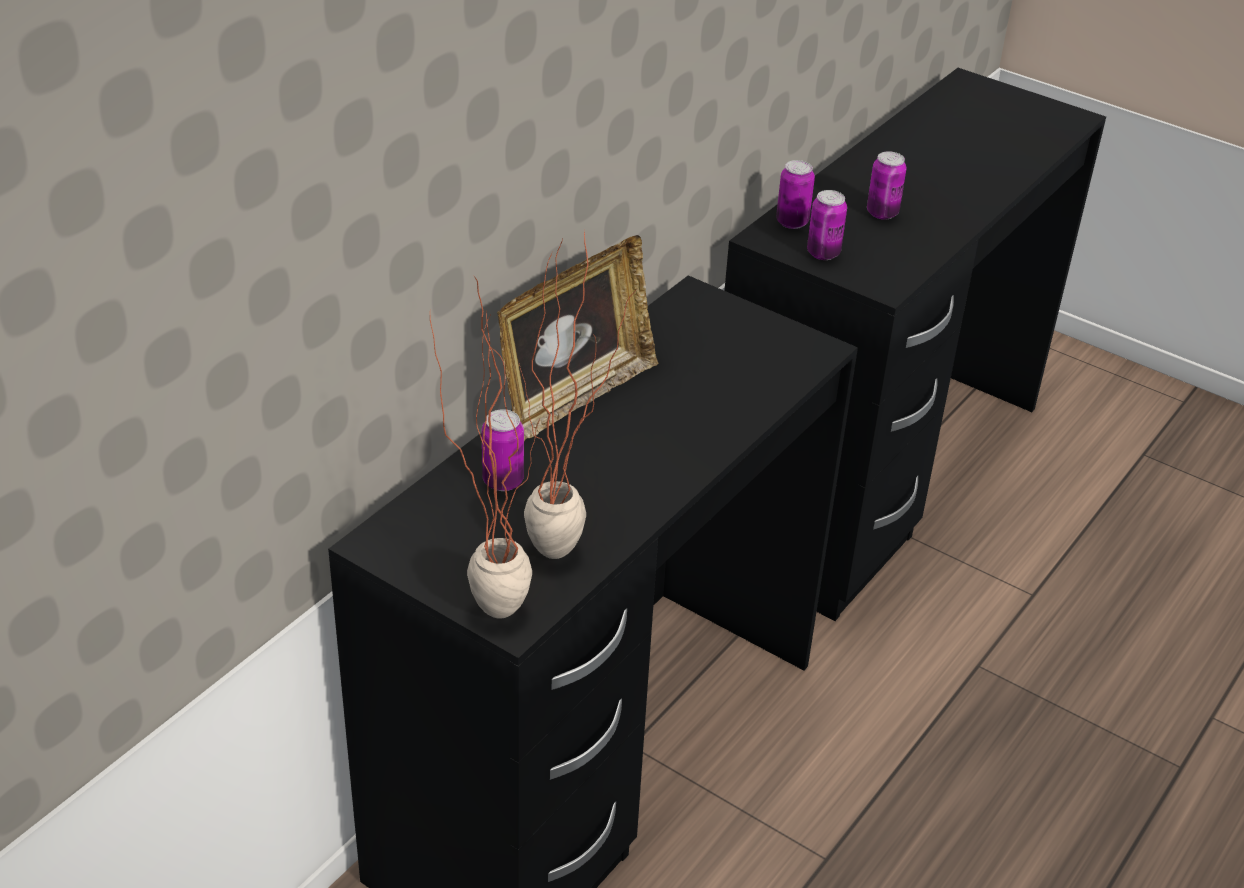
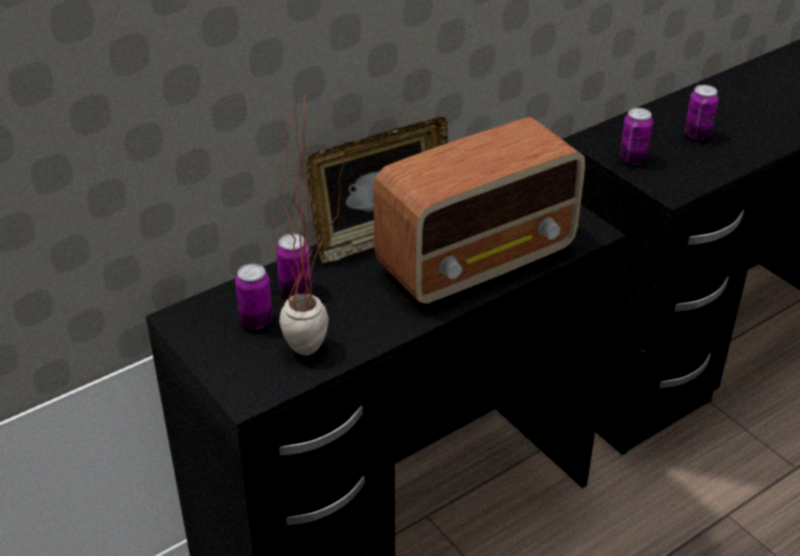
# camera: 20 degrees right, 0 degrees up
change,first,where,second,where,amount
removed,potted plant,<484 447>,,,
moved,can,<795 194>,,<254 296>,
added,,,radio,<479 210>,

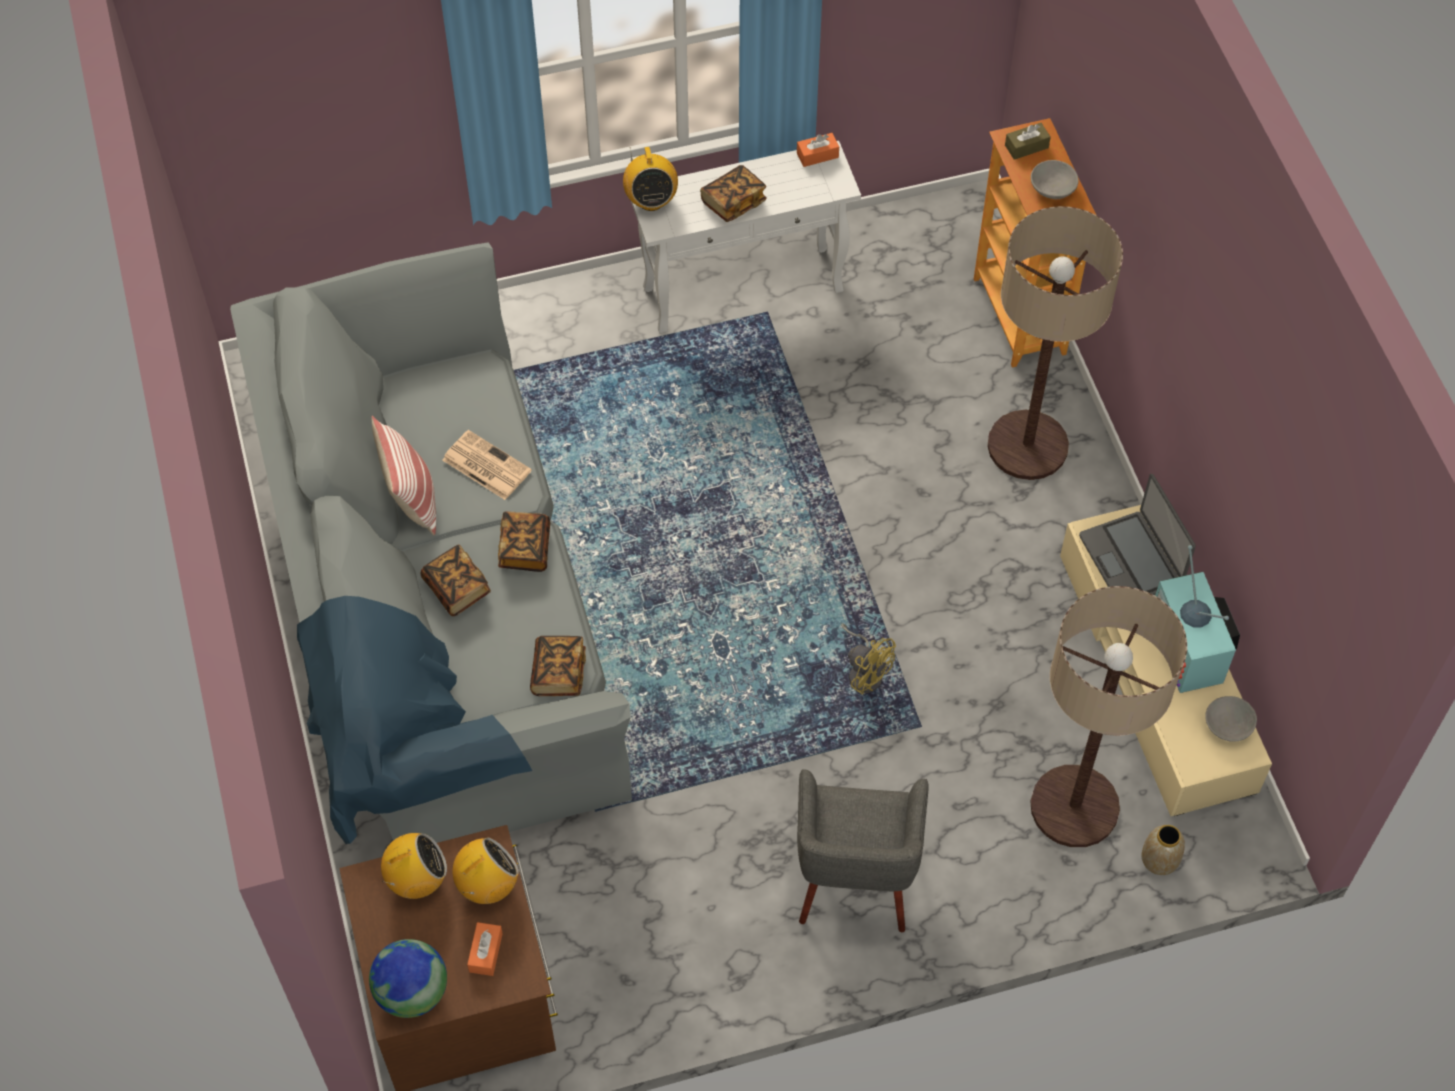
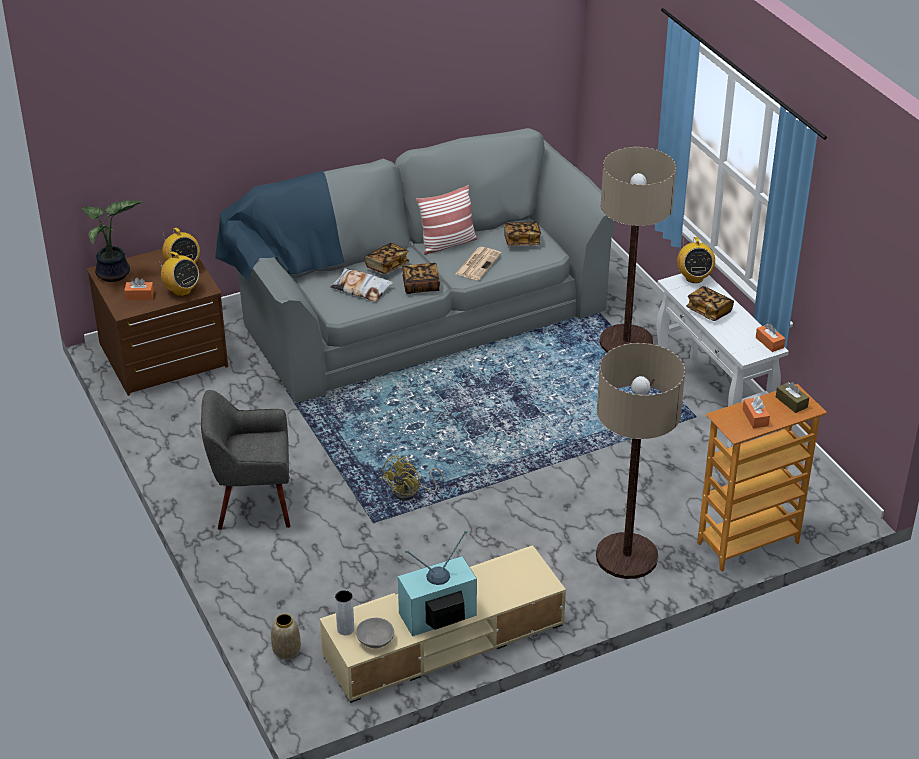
# camera: 80 degrees right, 20 degrees down
change,first,where,second,where,amount
replaced,globe,<408 978>,potted plant,<112 241>,
moved,book,<558 666>,,<522 234>,
turned,radio,<650 179>,,<696 260>,75 degrees counterclockwise
moved,floor lamp,<1108 716>,,<638 249>,
replaced,bowl (grey),<1055 179>,tissue box (orange),<756 411>,
removed,laptop,<1137 534>,,,
added,,,pillow,<361 285>,
added,,,vase (grey),<344 612>,

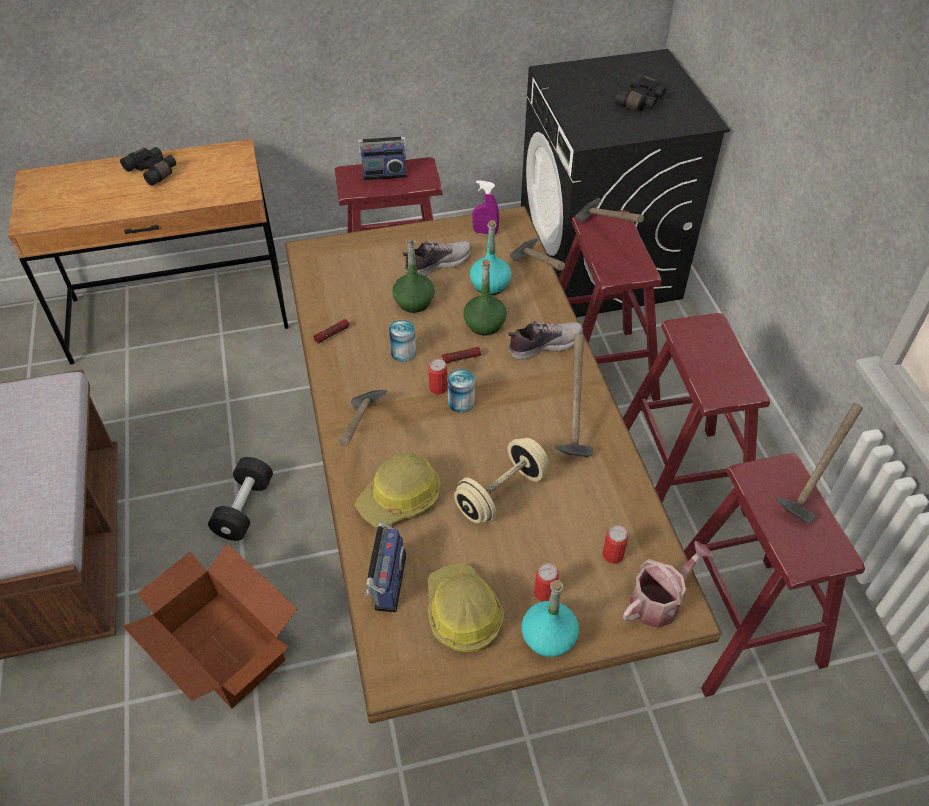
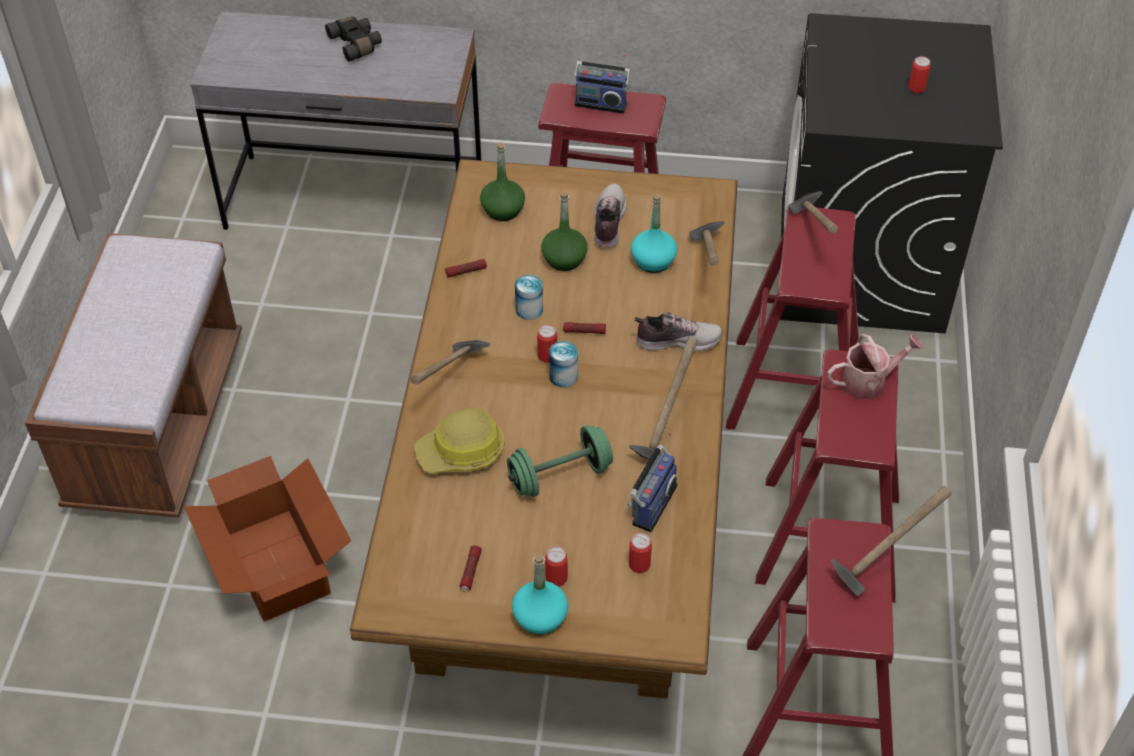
# camera: 20 degrees right, 0 degrees up
change,first,where,second,where,amount
recoloured,desk (brown),<148 251>,desk (grey),<336 120>,
removed,dumbbell (black),<240 499>,,,
moved,radio,<385 560>,,<652 482>,
turned,shoe,<437 258>,,<610 215>,75 degrees counterclockwise
replaced,hard hat,<465 607>,flashlight,<471 568>,
recoloured,dumbbell (beige),<501 480>,dumbbell (green),<560 461>,
moved,bottle (green),<485 297>,,<502 181>,
removed,spray bottle (purple),<485 207>,,,
replaced,binoculars (black),<640 92>,can,<919 74>,
moved,watering can,<667 584>,,<875 366>,

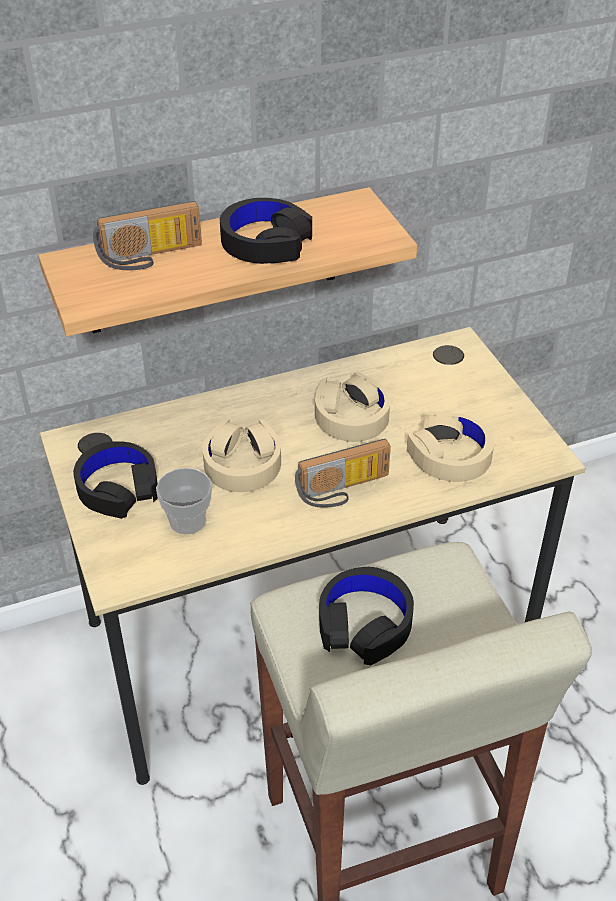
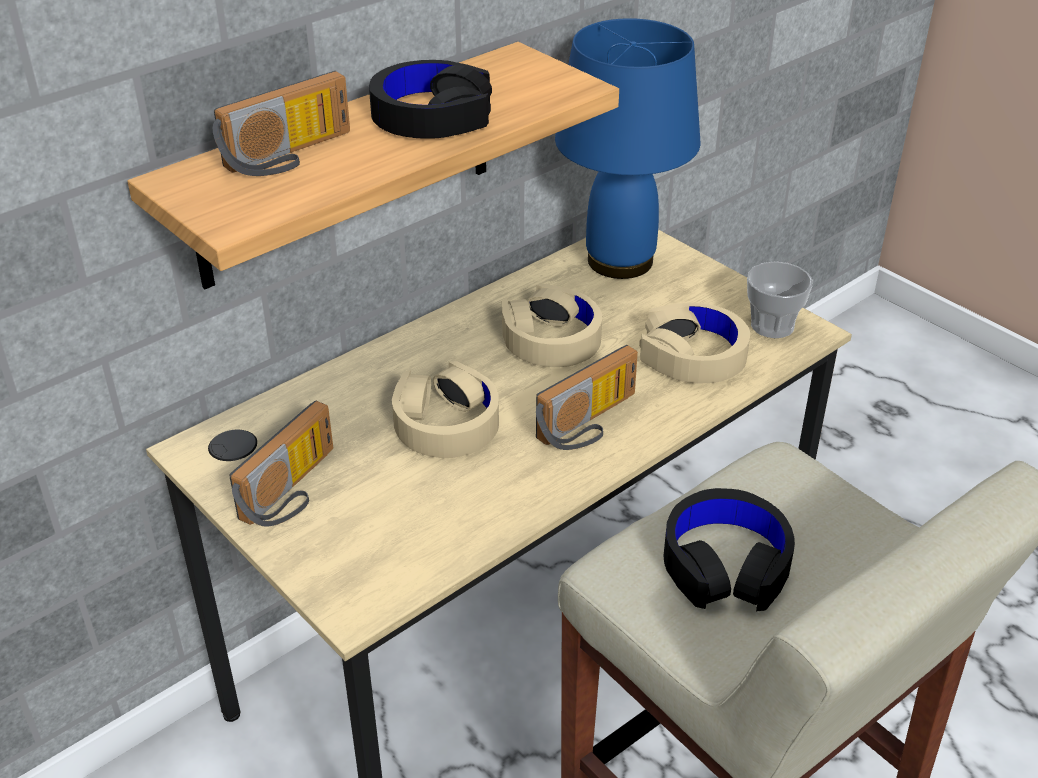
# camera: 20 degrees left, 5 degrees down
change,first,where,second,where,amount
replaced,headphones (black),<115 480>,radio,<281 463>,
moved,cup,<184 501>,,<780 299>,
added,,,table lamp (blue),<628 148>,

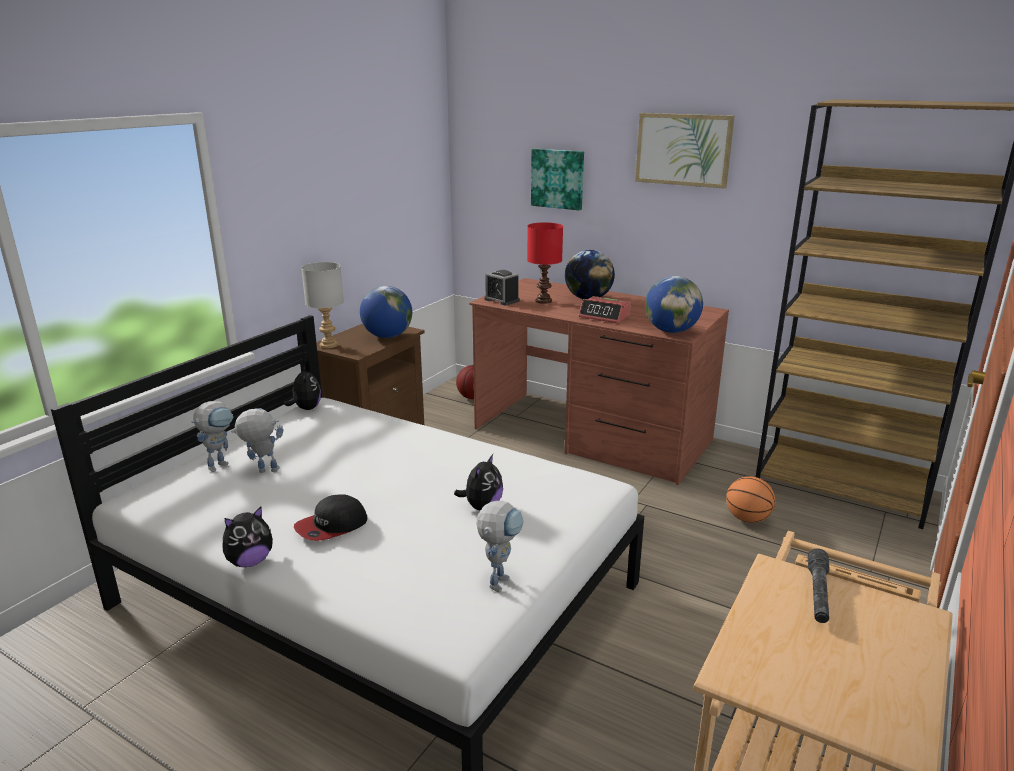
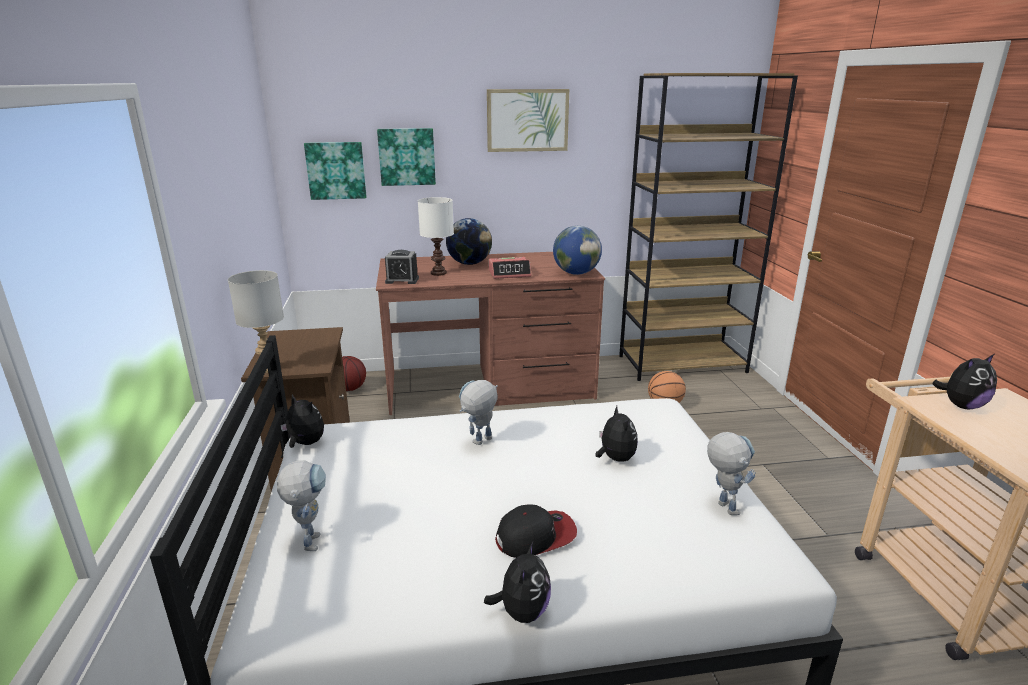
# camera: 40 degrees left, 0 degrees up
change,first,where,second,where,amount
moved,toy robot,<257 440>,,<478 412>,
turned,cap,<330 517>,,<536 531>,120 degrees counterclockwise
removed,globe,<386 312>,,,
recoloured,table lamp (red),<545 263>,table lamp (white),<436 236>,
replaced,flashlight (grey),<818 585>,plush toy,<964 381>,
added,,,picture,<335 171>,

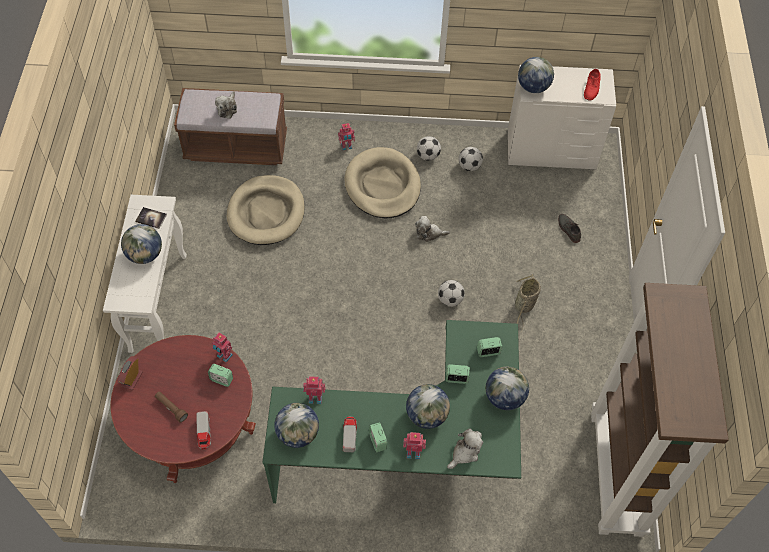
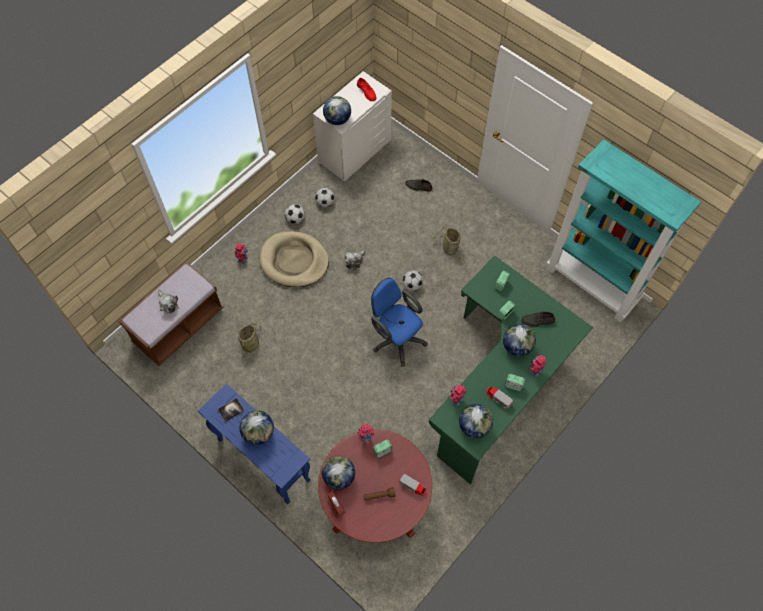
# camera: 50 degrees left, 5 degrees up
change,first,where,second,where,amount
recoloured,console table (white),<145 274>,console table (blue),<254 443>,
replaced,dog bed (beige),<266 210>,basket,<249 340>,
removed,plush toy,<465 448>,,,
moved,globe,<507 388>,,<338 472>,
recoloured,bookcase (brown),<660 410>,bookcase (turquoise),<623 230>,
added,,,office chair (blue),<399 322>,
added,,,shoe (grey),<538 319>,

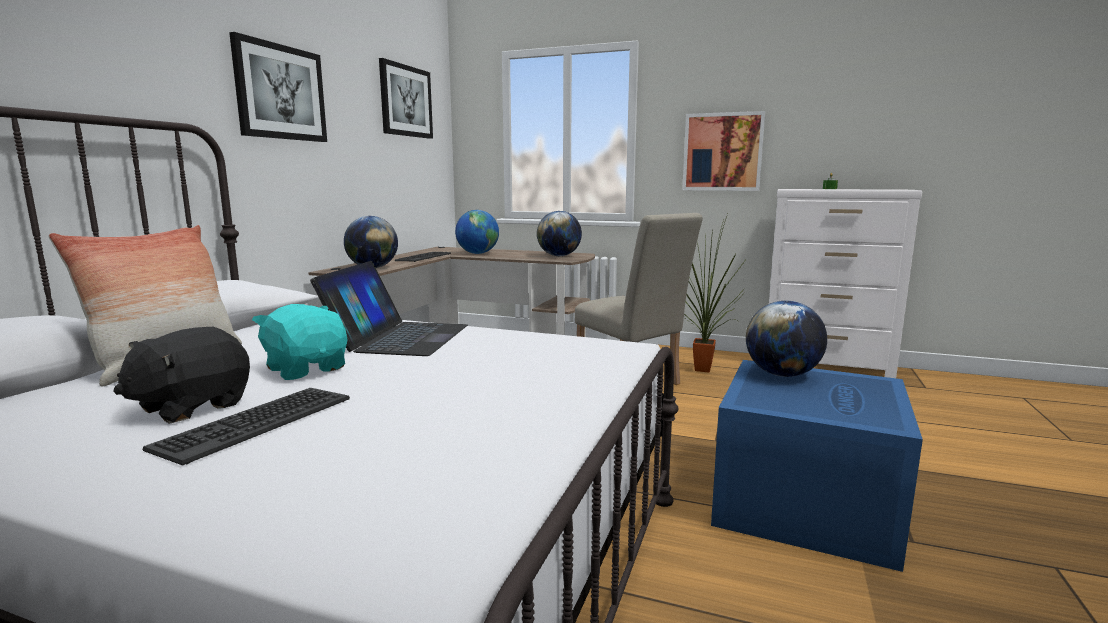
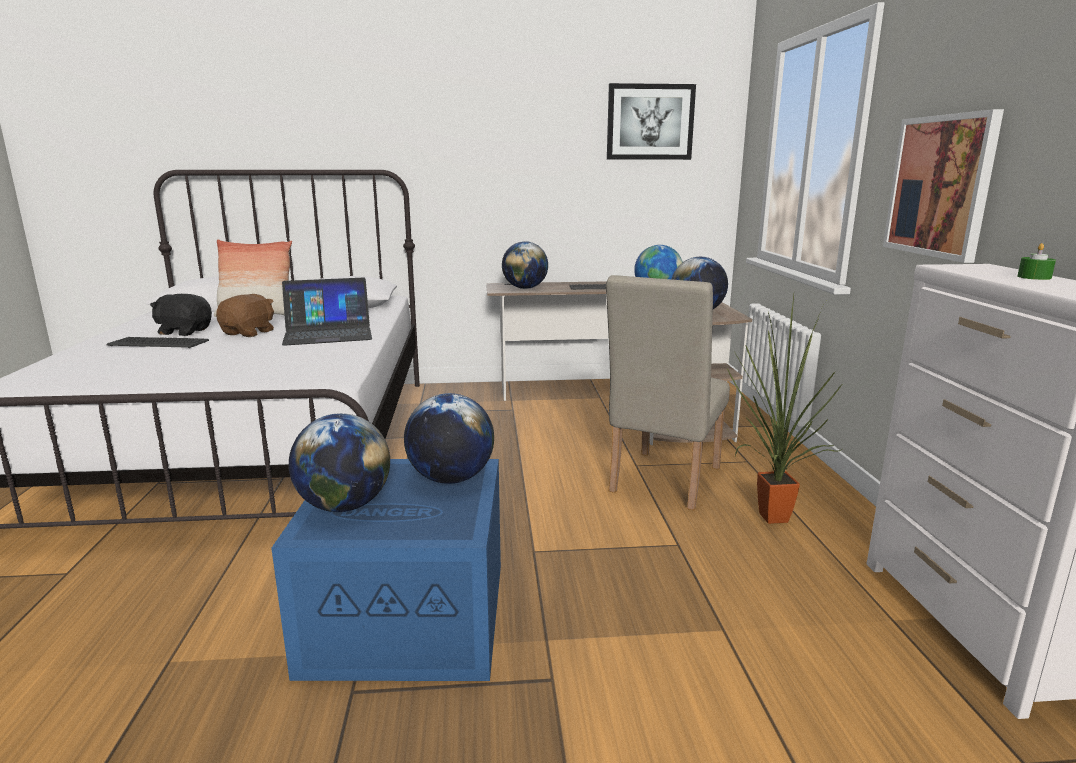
# camera: 65 degrees right, 5 degrees up
change,first,where,second,where,amount
removed,picture,<278 87>,,,
recoloured,plush toy (turquoise),<300 342>,plush toy (brown),<245 315>,
added,,,globe,<339 462>,

